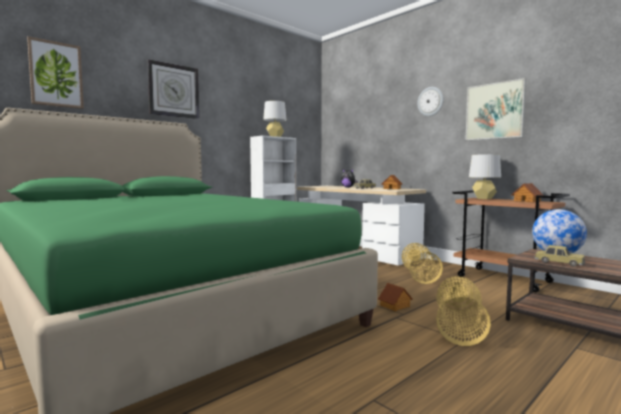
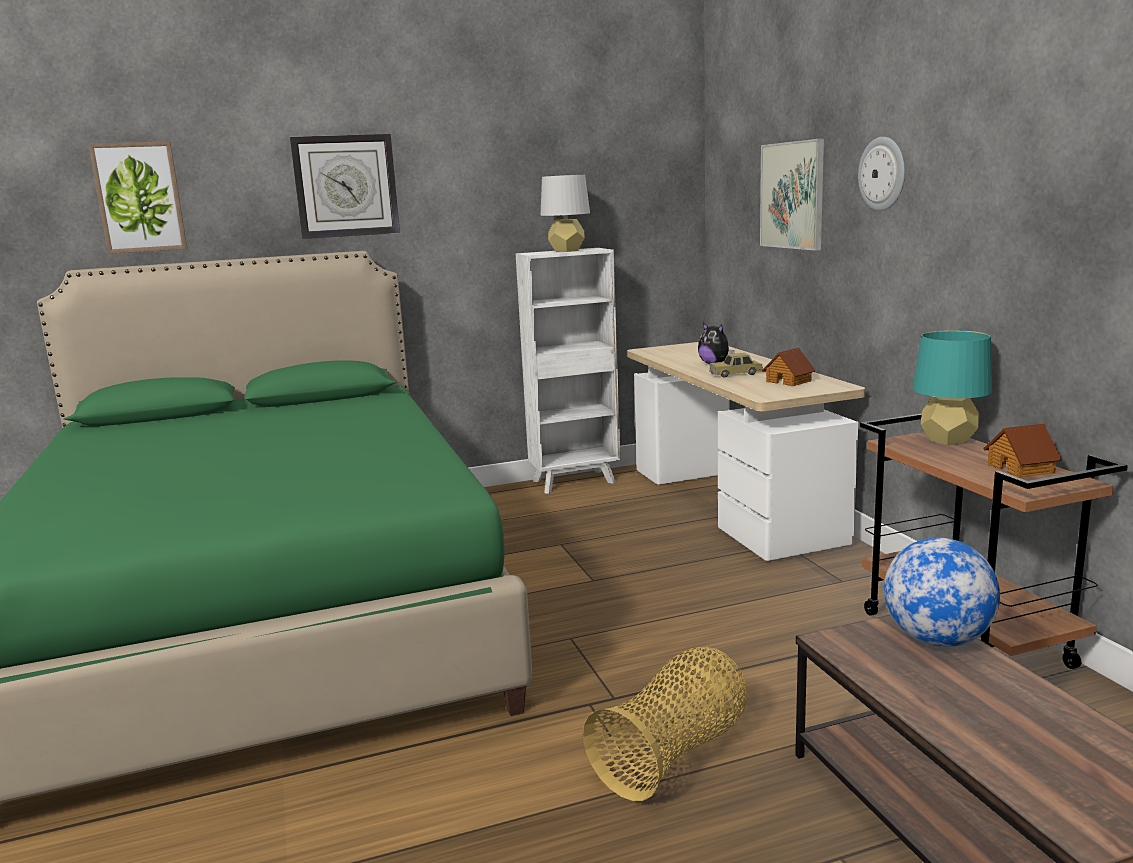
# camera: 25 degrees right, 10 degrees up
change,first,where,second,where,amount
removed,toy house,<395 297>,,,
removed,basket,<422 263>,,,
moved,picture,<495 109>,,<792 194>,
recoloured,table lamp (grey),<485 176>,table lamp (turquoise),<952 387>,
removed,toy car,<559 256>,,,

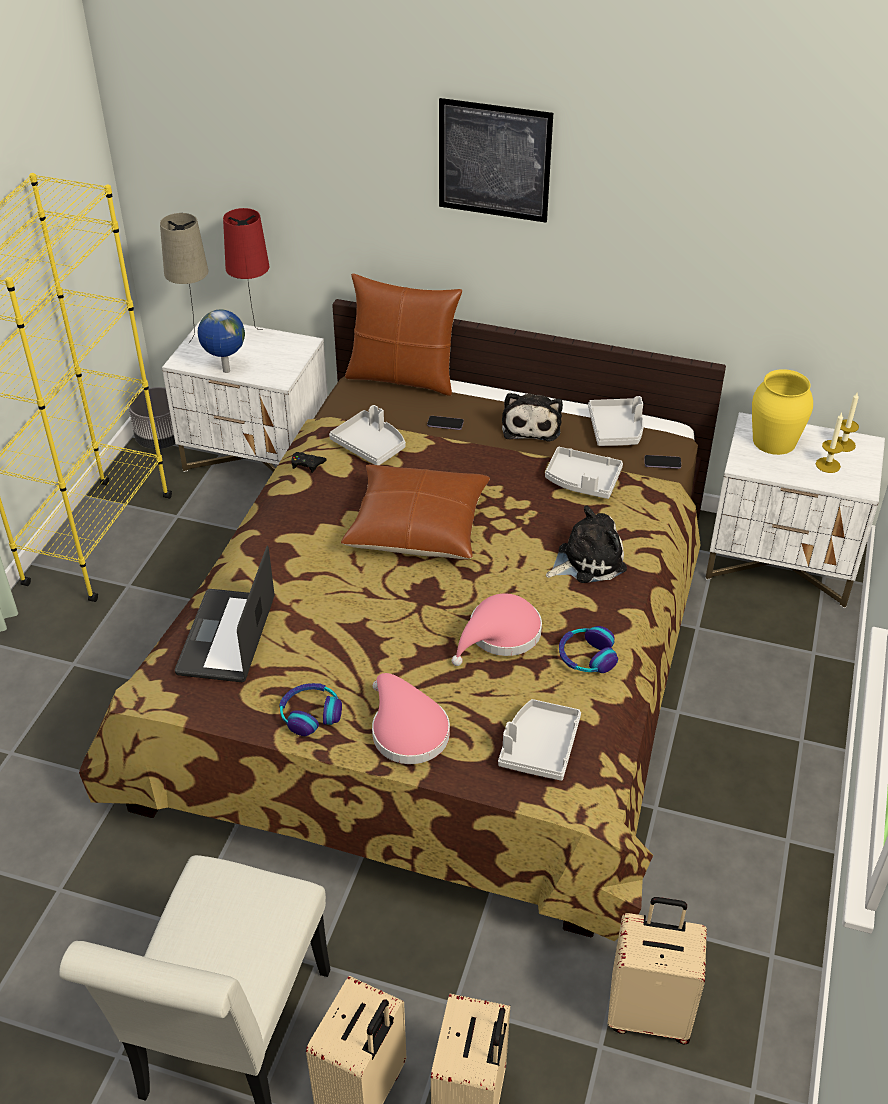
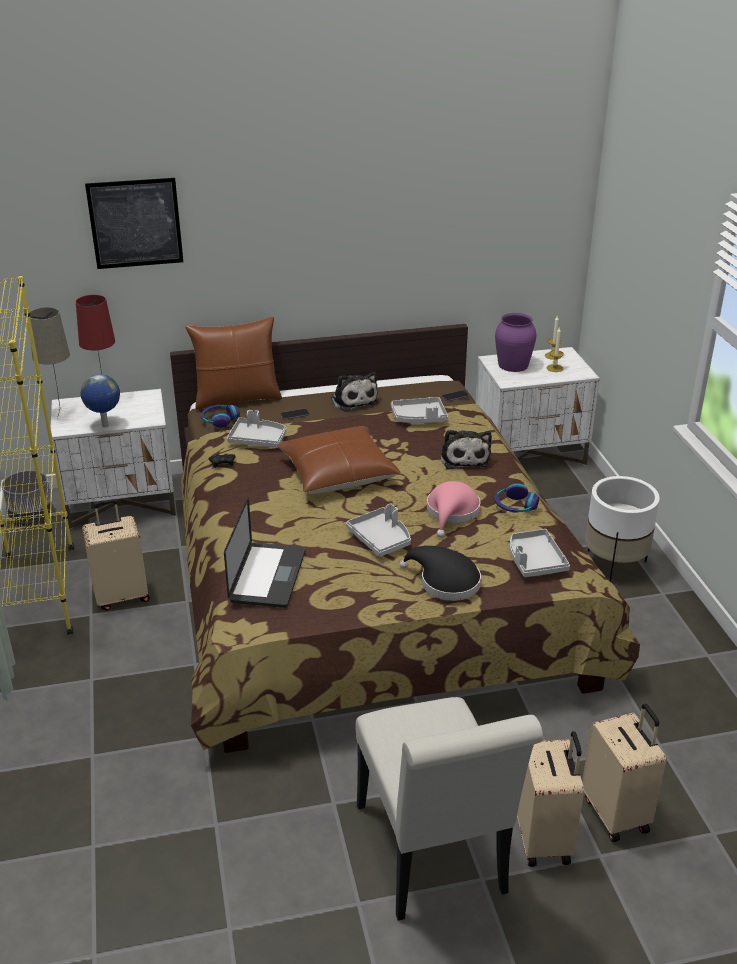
# camera: 30 degrees left, 10 degrees down
change,first,where,second,where,amount
turned,laptop,<224 614>,,<265 552>,150 degrees counterclockwise
moved,headphones,<310 709>,,<220 416>,
recoloured,hat (pink),<411 718>,hat (black),<440 573>,
moved,picture,<496 160>,,<134 223>,
turned,plush toy,<586 544>,,<466 449>,135 degrees clockwise
moved,tray (grey),<616 421>,,<378 530>,
moved,suitcase (beige),<657 970>,,<116 554>,
recoloured,vase (yellow),<782 412>,vase (purple),<516 342>,
added,,,planter (white),<622 529>,

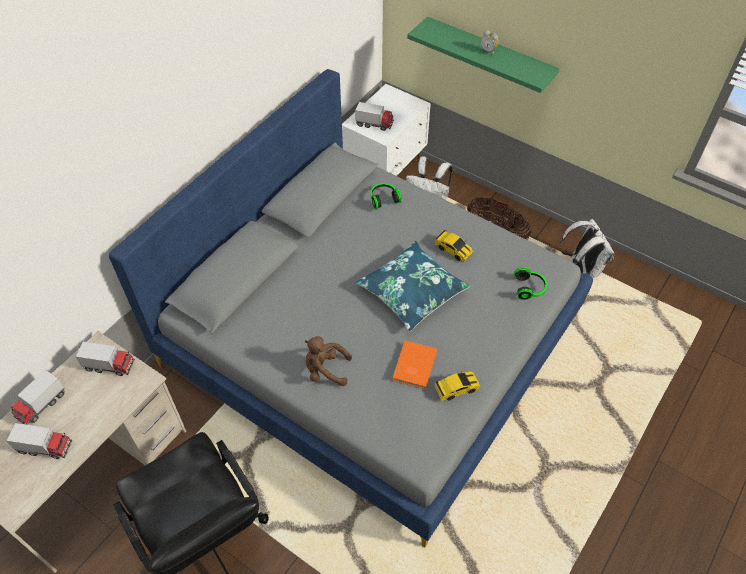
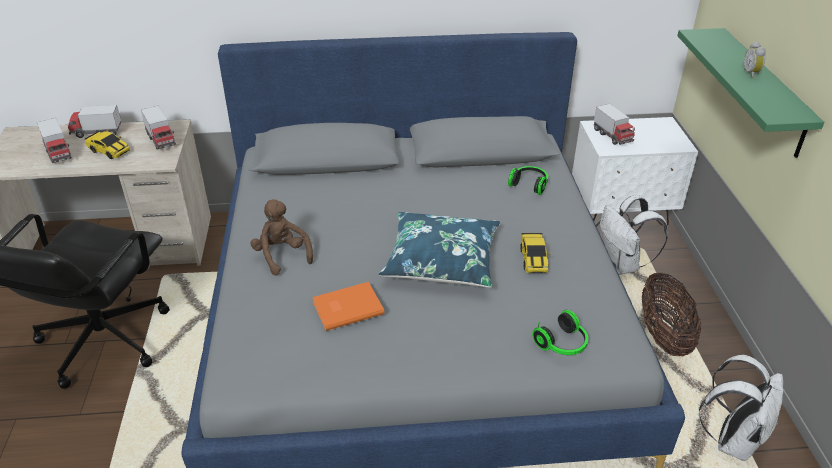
# camera: 50 degrees right, 15 degrees down
change,first,where,second,where,amount
moved,toy car,<457 385>,,<107 145>,

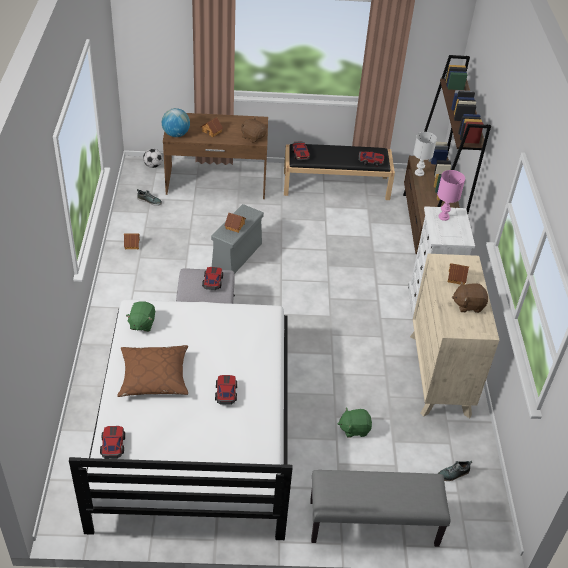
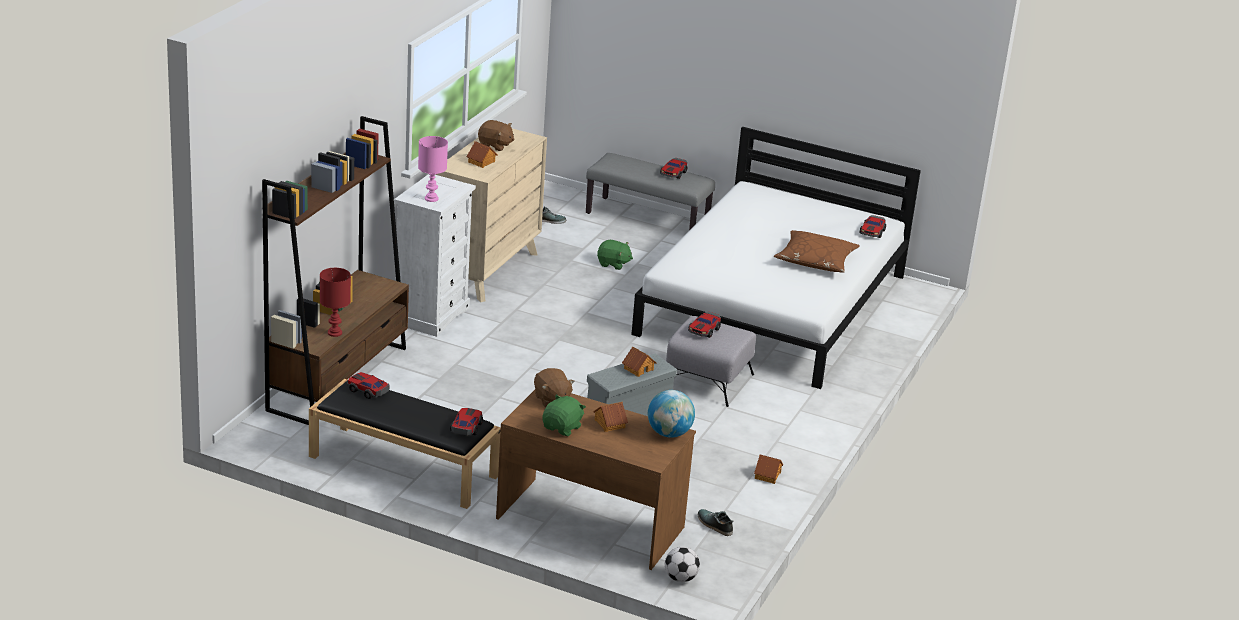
# camera: 155 degrees left, 15 degrees down
change,first,where,second,where,amount
moved,plush toy (green),<140 316>,,<564 415>,
moved,toy car,<226 390>,,<673 168>,
recoloured,table lamp (white),<425 154>,table lamp (red),<335 302>,

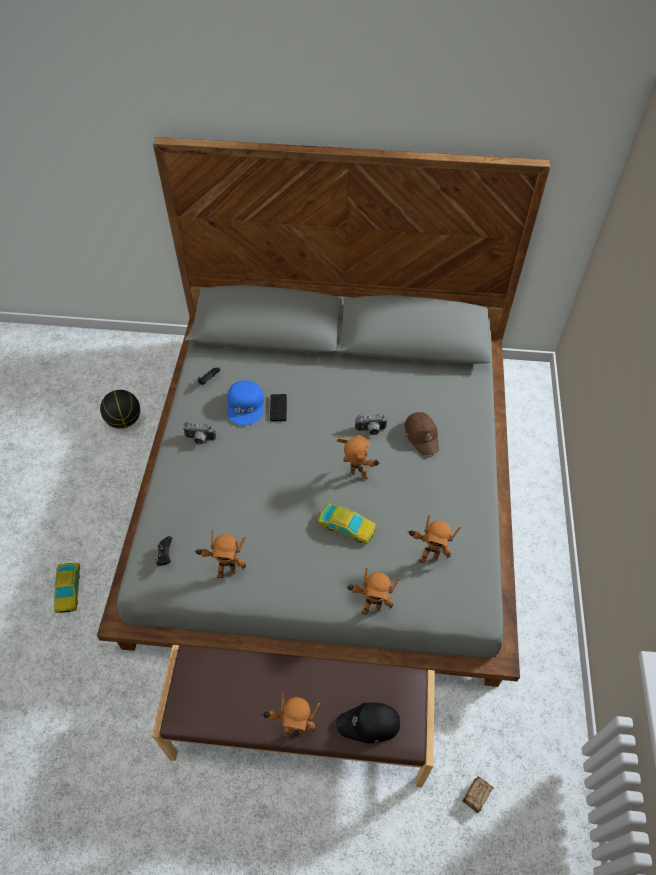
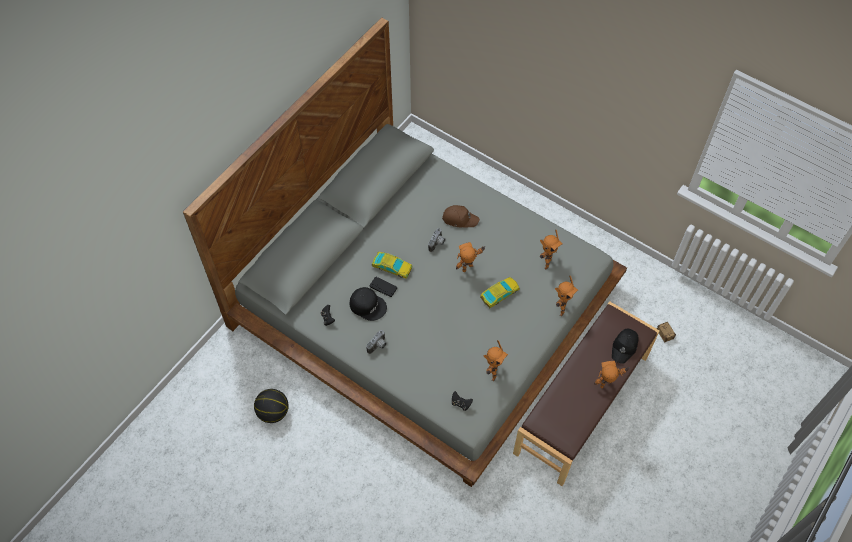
# camera: 60 degrees left, 5 degrees up
change,first,where,second,where,amount
moved,toy car,<67 588>,,<392 265>,
recoloured,cap (blue),<245 402>,cap (black),<368 304>,
turned,toy robot,<290 715>,,<612 374>,135 degrees counterclockwise

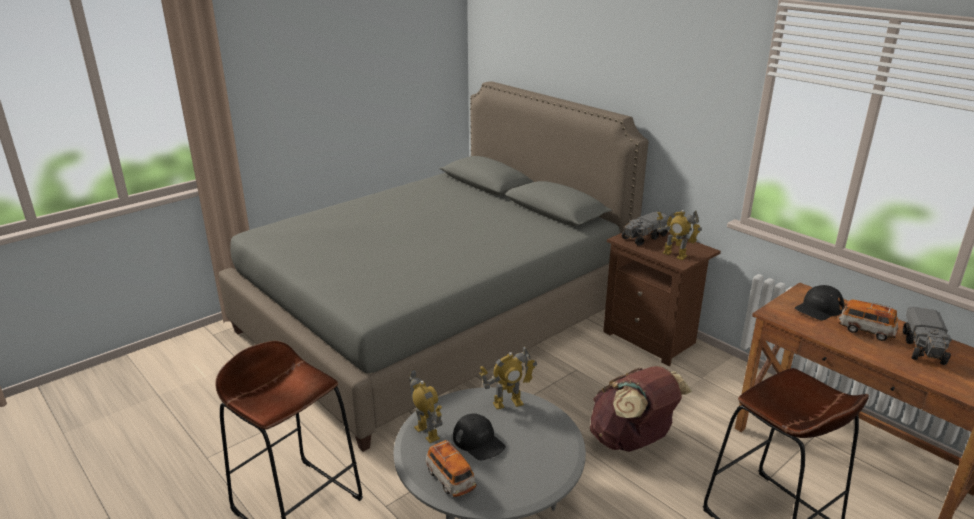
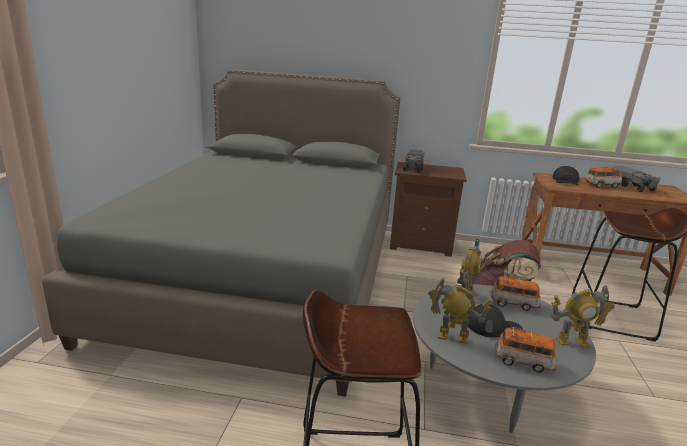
# camera: 40 degrees left, 5 degrees down
change,first,where,second,where,amount
moved,toy robot,<679 235>,,<583 316>,
added,,,toy car,<515 293>,

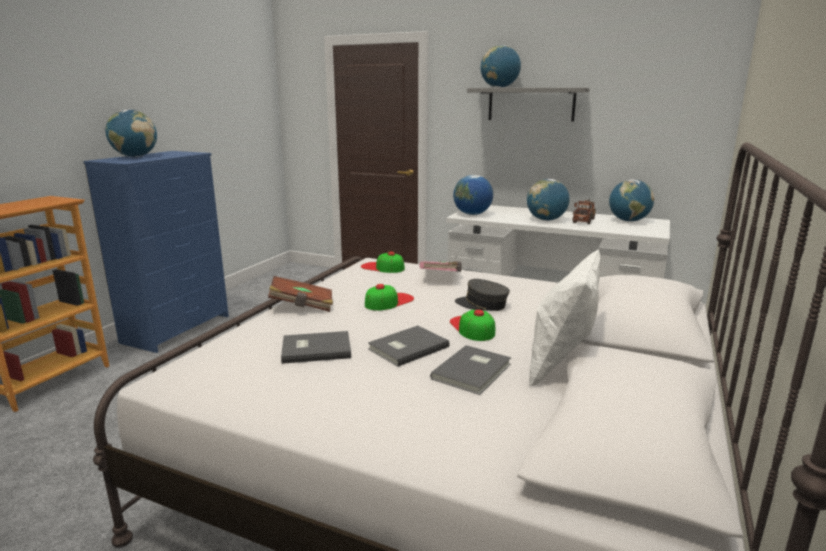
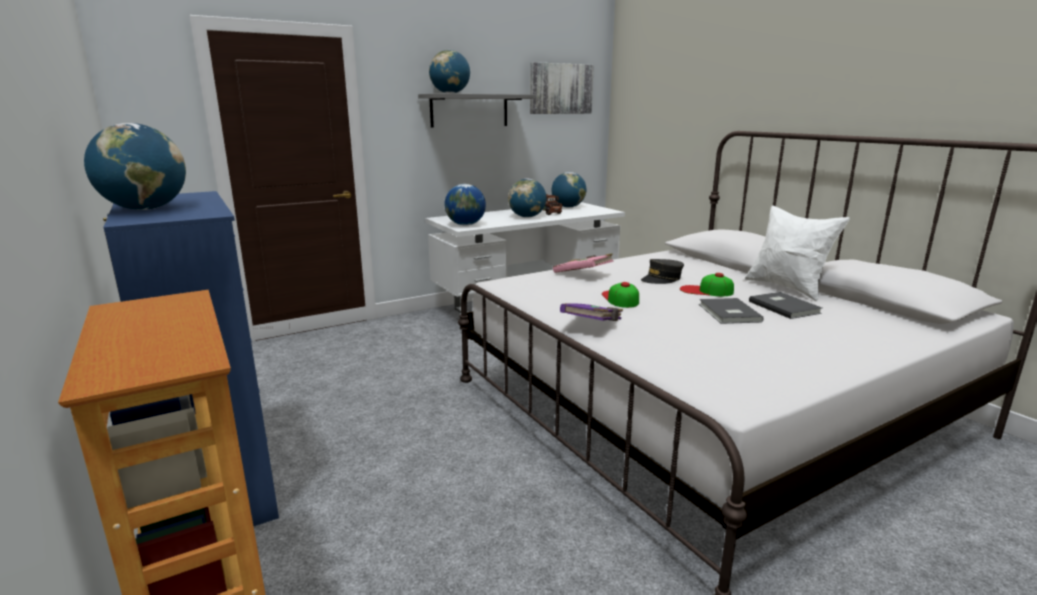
# camera: 55 degrees left, 0 degrees up
change,first,where,second,where,amount
recoloured,book (brown),<300 294>,book (purple),<591 312>,
removed,book (grey),<316 347>,,,
removed,cap,<383 262>,,,
added,,,picture,<562 88>,

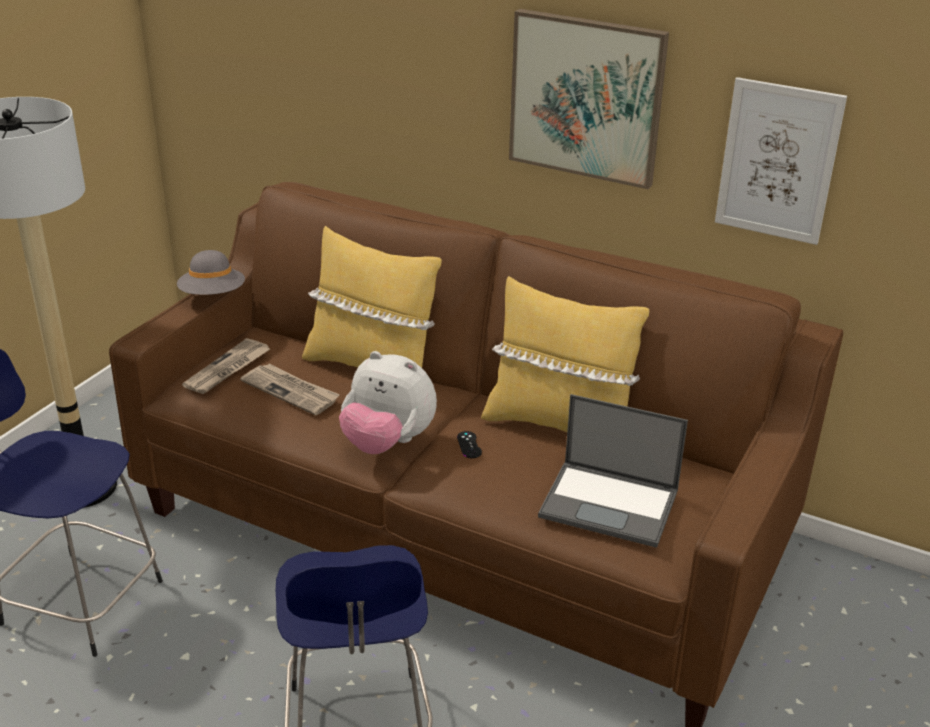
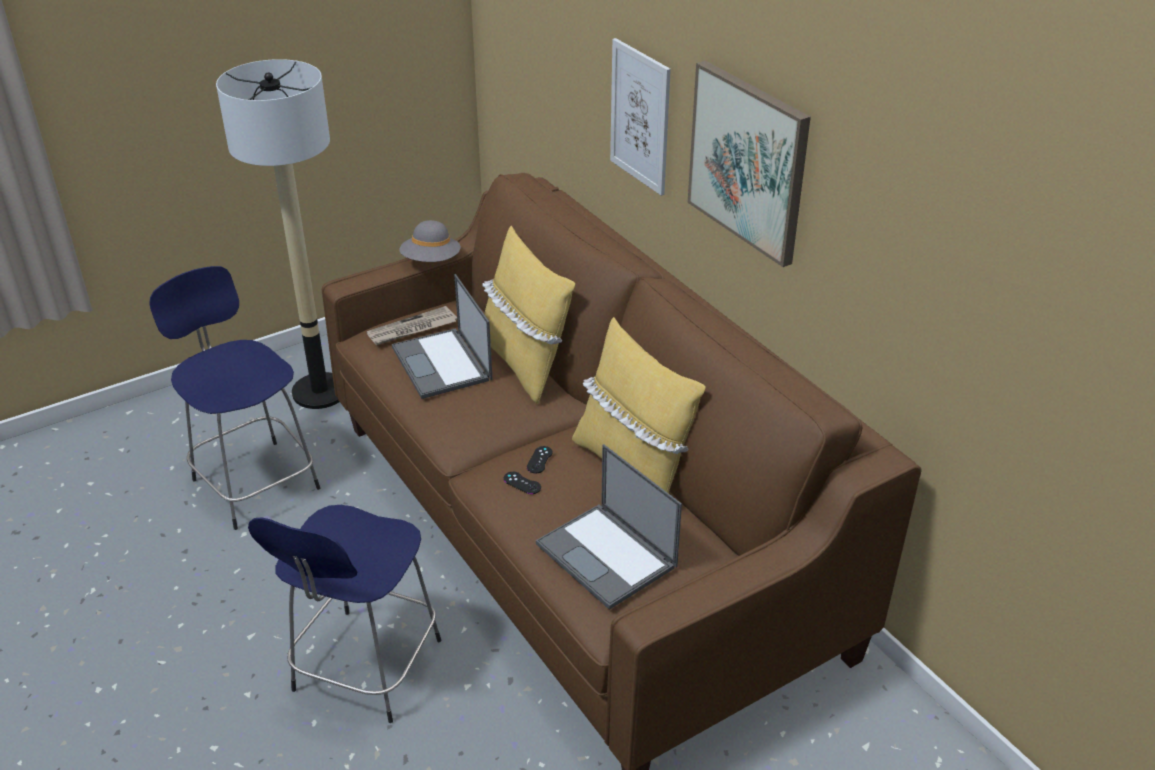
# camera: 30 degrees right, 5 degrees up
change,first,where,second,where,amount
replaced,newspaper,<290 389>,laptop,<442 336>,
removed,plush toy,<388 402>,,,
moved,picture,<781 161>,,<640 117>,
added,,,game controller (black),<522 483>,

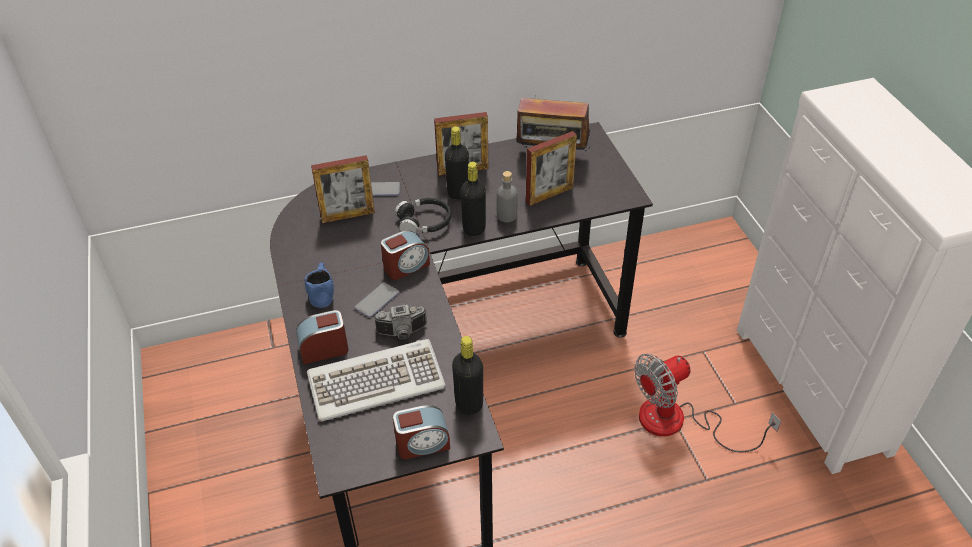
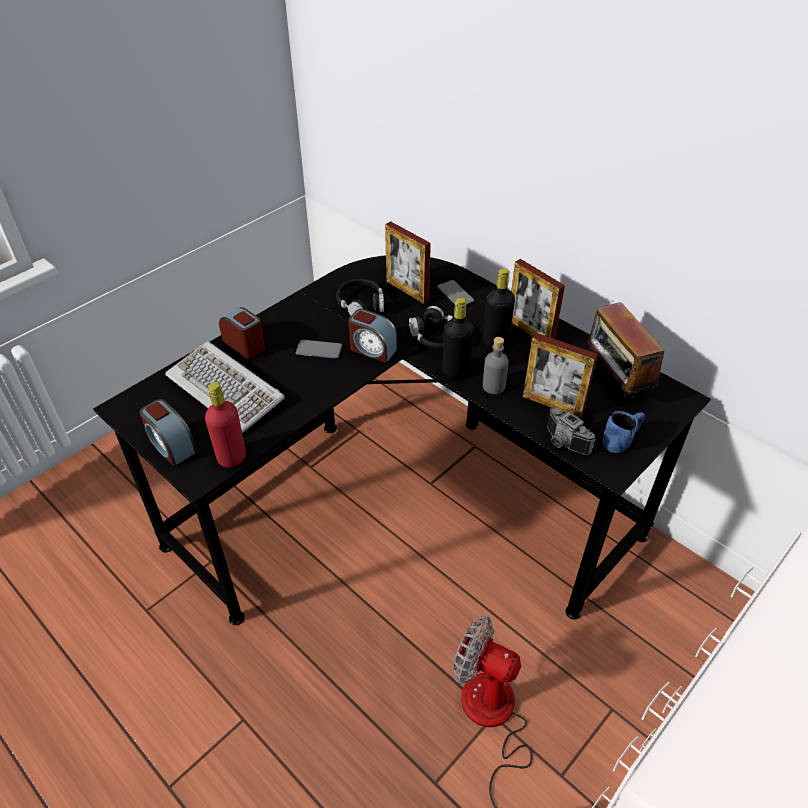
# camera: 60 degrees right, 0 degrees up
change,first,where,second,where,amount
moved,mug (blue),<319 285>,,<624 432>,
moved,photo camera,<400 321>,,<571 431>,
recoloured,bottle (black),<467 375>,bottle (red),<225 425>,
added,,,headphones (black),<360 297>,

